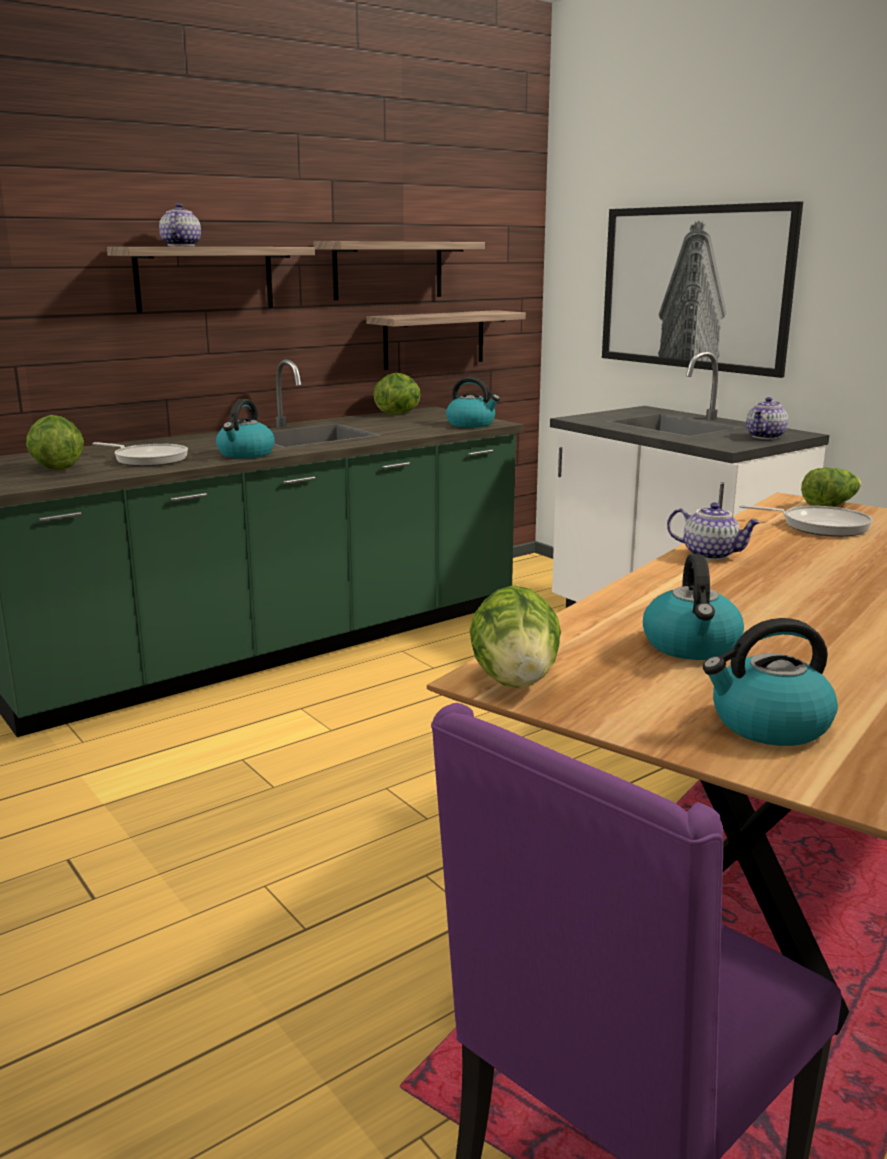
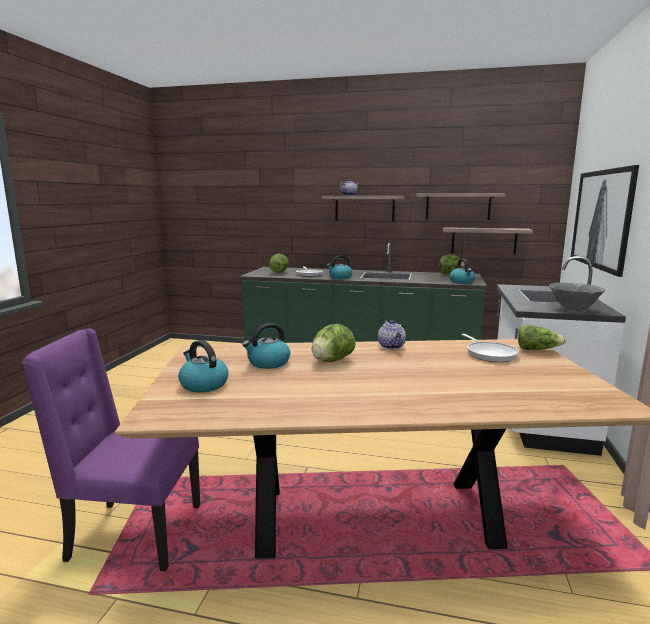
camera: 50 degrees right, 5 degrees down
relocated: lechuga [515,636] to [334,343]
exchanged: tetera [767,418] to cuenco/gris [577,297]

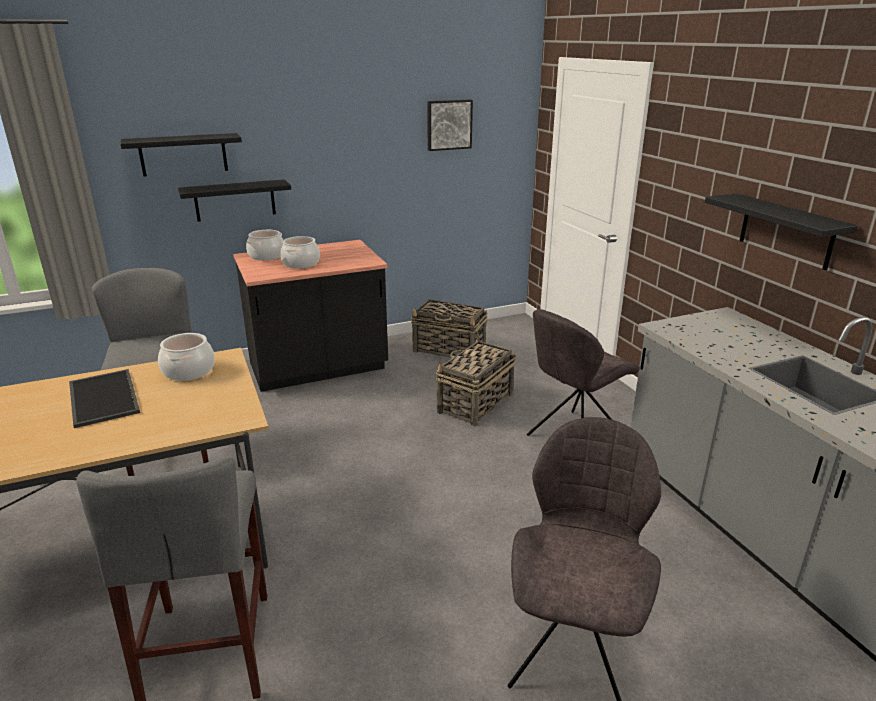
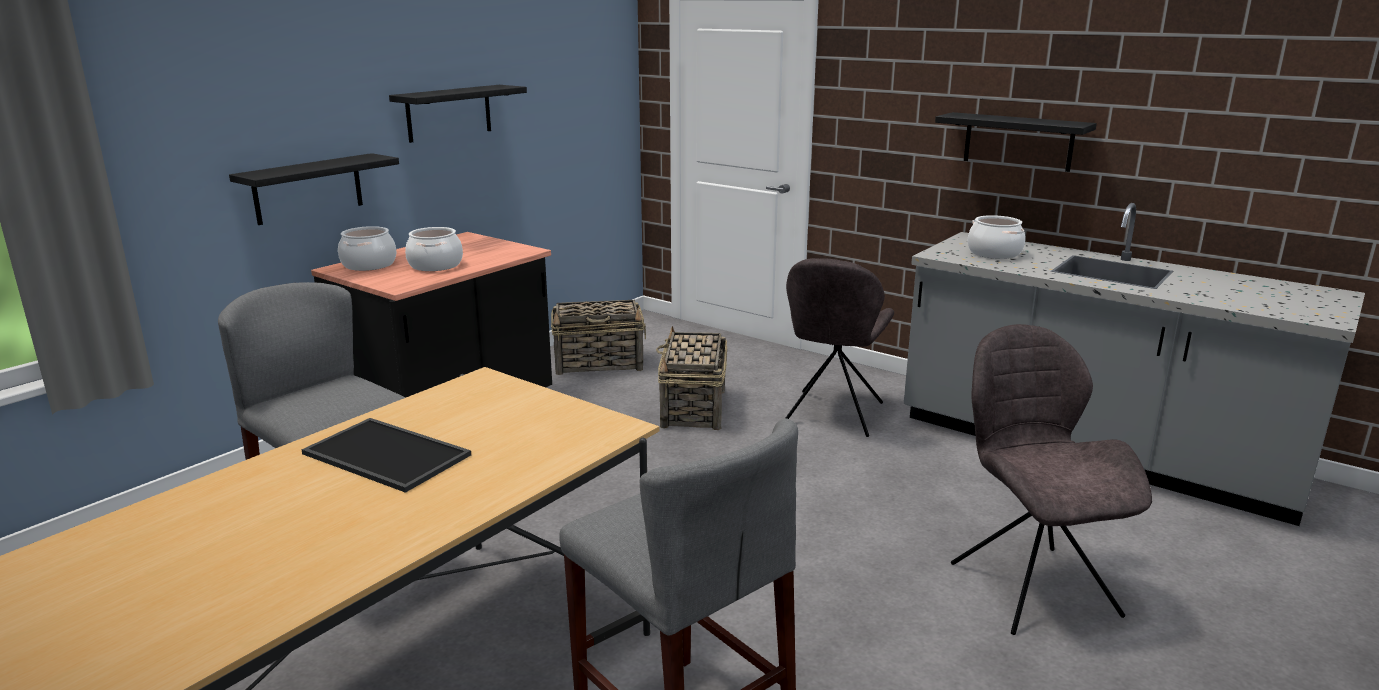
camera: 30 degrees left, 5 degrees down
missing: cuadro [450,125]
relocated: estante/negro [181,155] to [458,114]; olla [186,357] to [996,237]

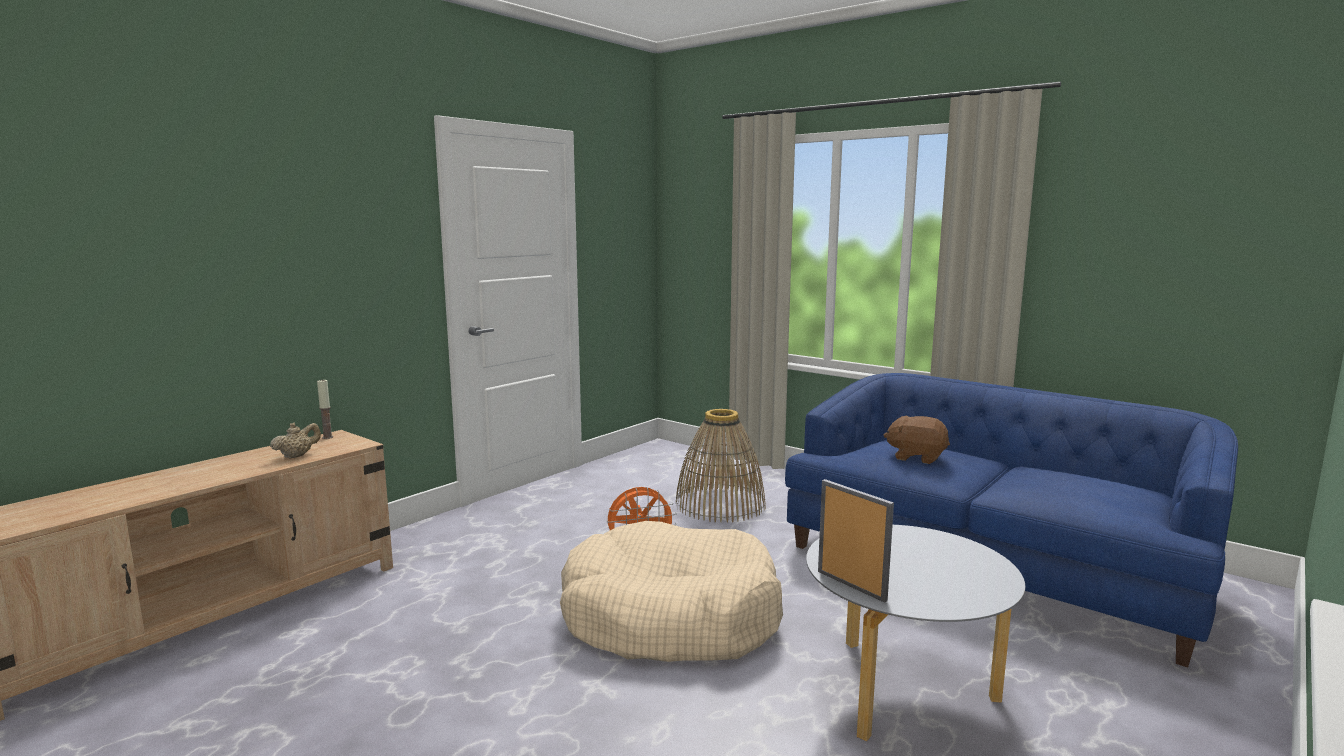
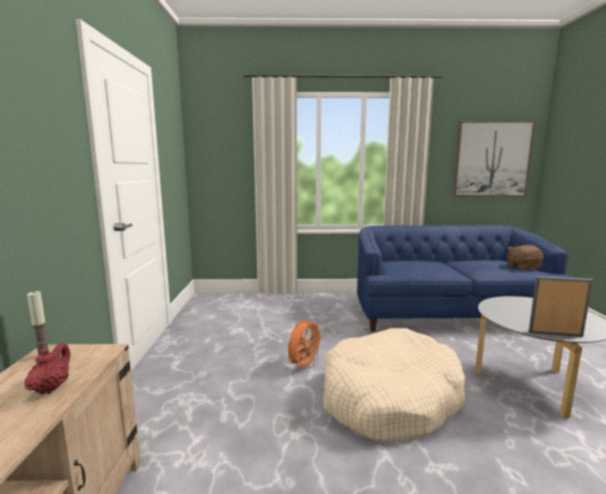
camera: 40 degrees left, 0 degrees up
missing: cesta [720,466]
appeared: cuadro [494,159]
relocated: peluche/marrón [917,440] to [525,258]
colour: tetera/beis [295,441] to tetera/rojo [47,368]

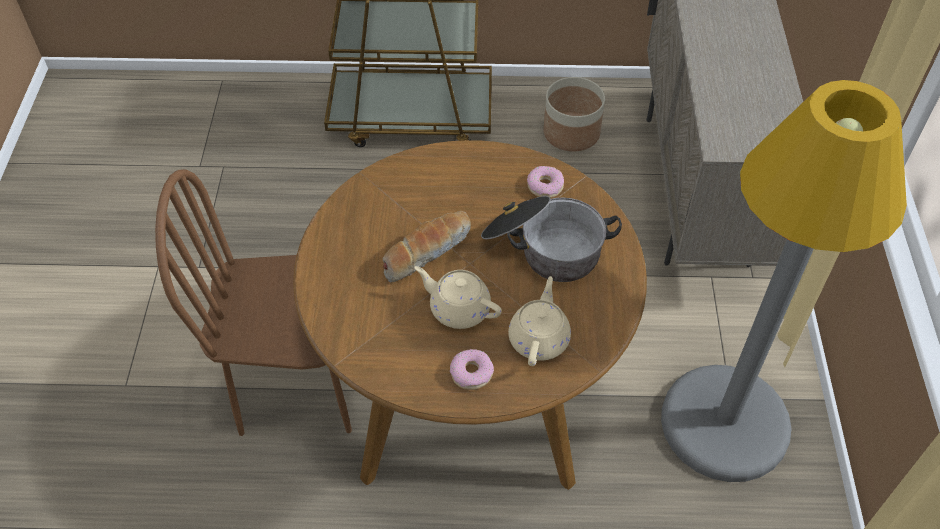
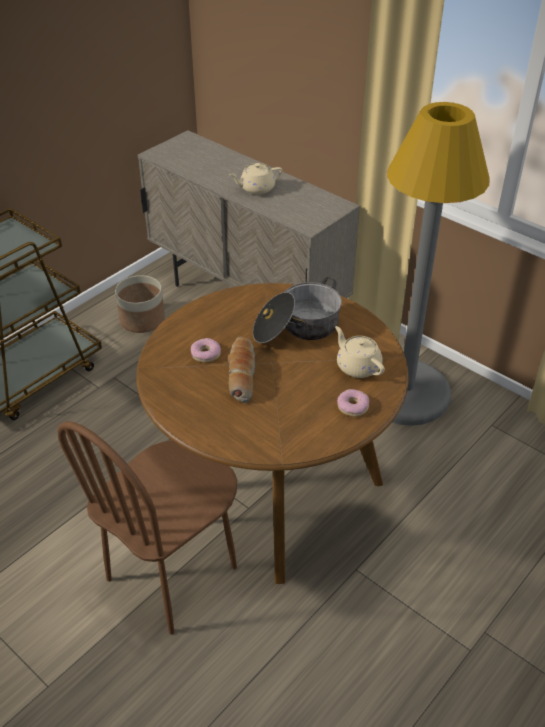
camera: 50 degrees left, 10 degrees down
relocated: tetera/beis [458,297] to [256,179]; rosquilla [545,182] to [206,350]

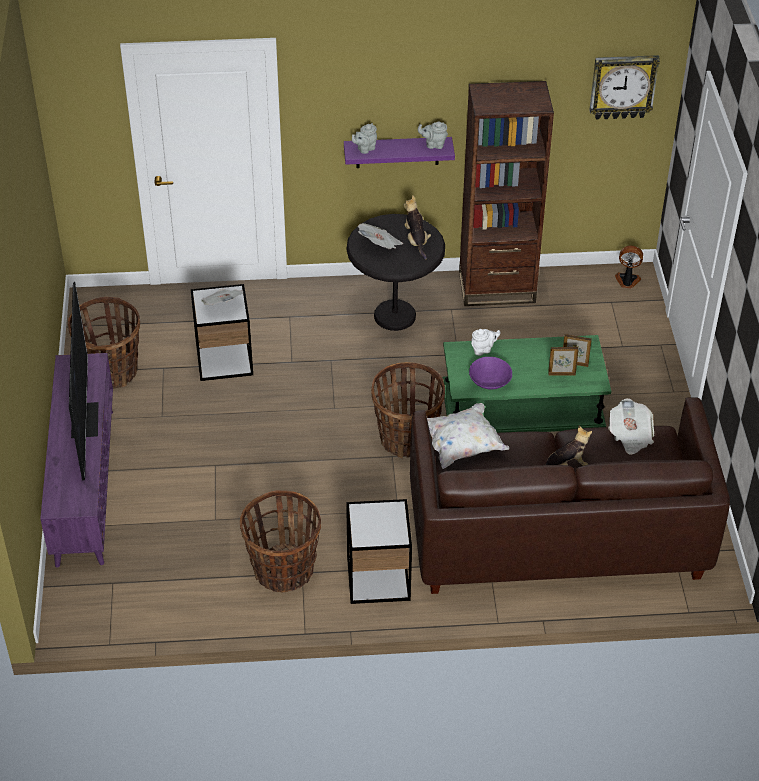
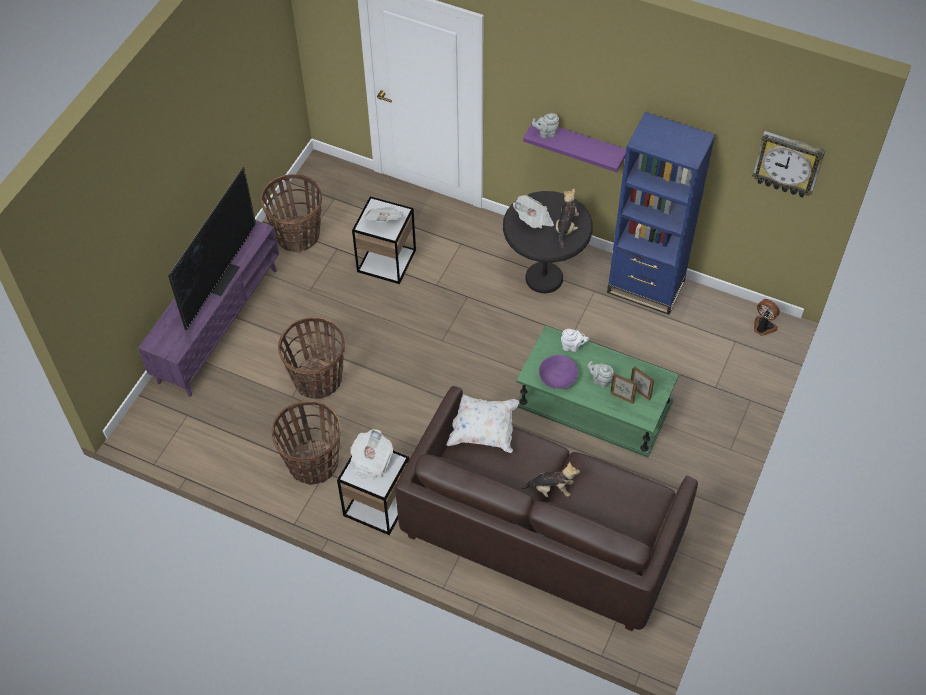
camera: 30 degrees right, 10 degrees up
relocated: cesta [408,410] to [311,358]; tetera/gris [433,135] to [600,374]; periódico [631,426] to [371,454]
colour: estantería/marrón [506,193] to estantería/azul [661,213]

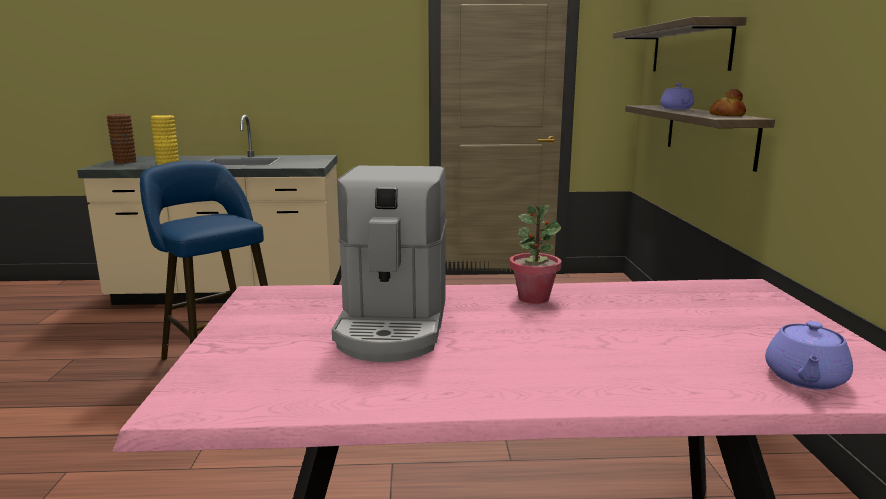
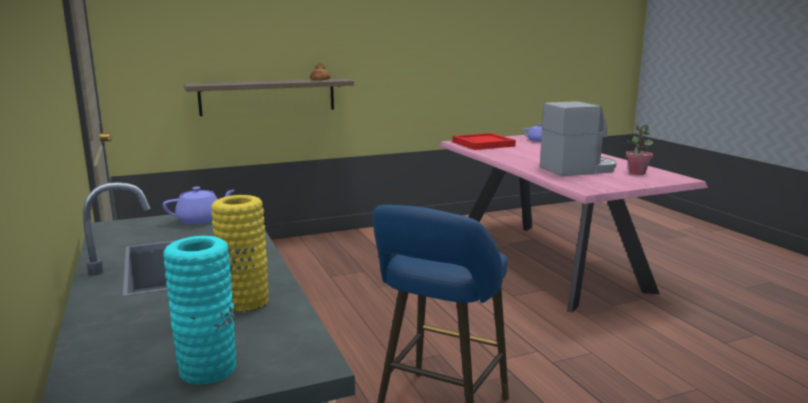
camera: 110 degrees left, 0 degrees up
missing: estante [680,44]
appeared: bandeja/rojo [484,141]
relocated: planta en maceta [536,254] to [639,150]; tetera/morado [677,96] to [199,205]
colour: florero/marrón [121,139] to florero/turquesa [199,310]

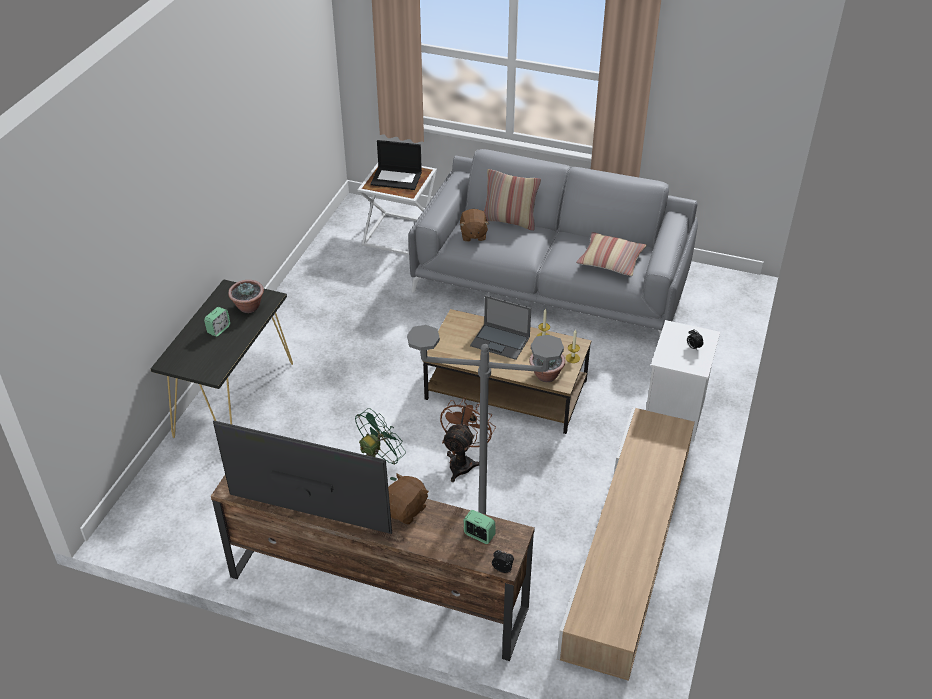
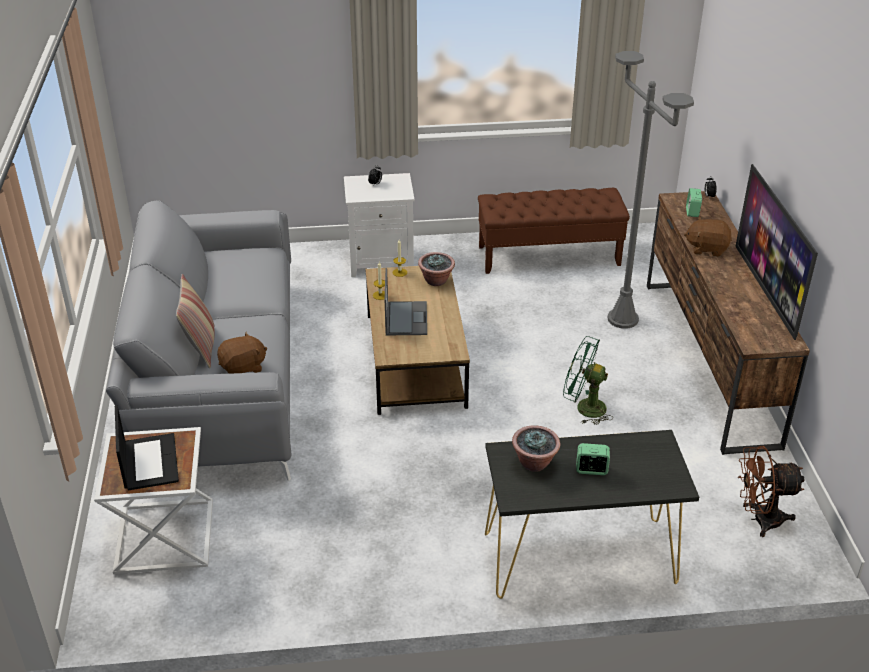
camera: 115 degrees left, 5 degrees down
missing: cojín [611,254]
relocated: ventilador/marrón [468,440] to [771,491]
exchanged: mueble de televisión/beis [626,544] to banco/marrón [554,231]

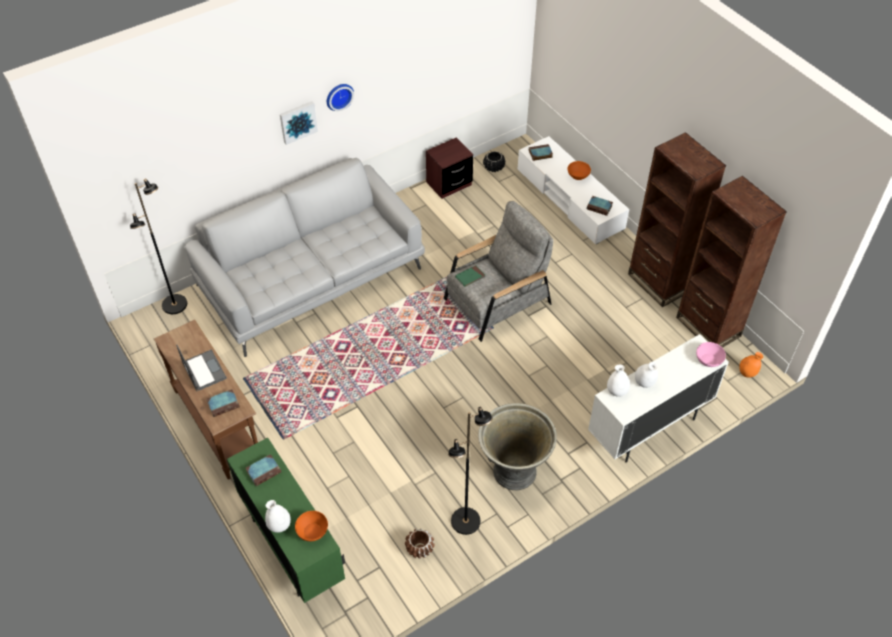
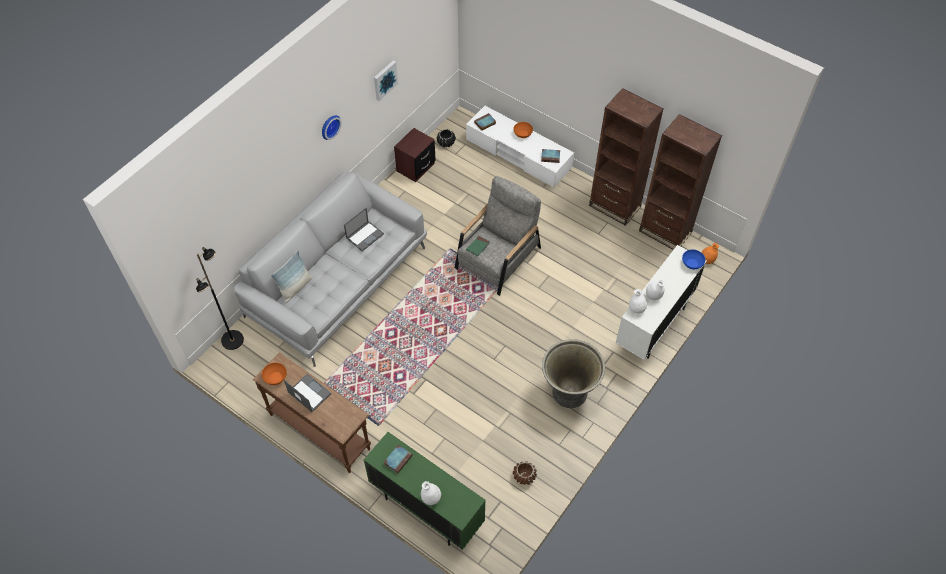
camera: 20 degrees left, 5 degrees up
missing: libro [223,403]; lámpara de pie/negro [470,471]
appeared: cojín [292,277]; portátil [364,229]
relocated: cuadro [299,123] to [386,80]; cuenco/naranja [311,526] to [274,373]
colour: cuenco/rosa [711,354] to cuenco/azul [693,259]

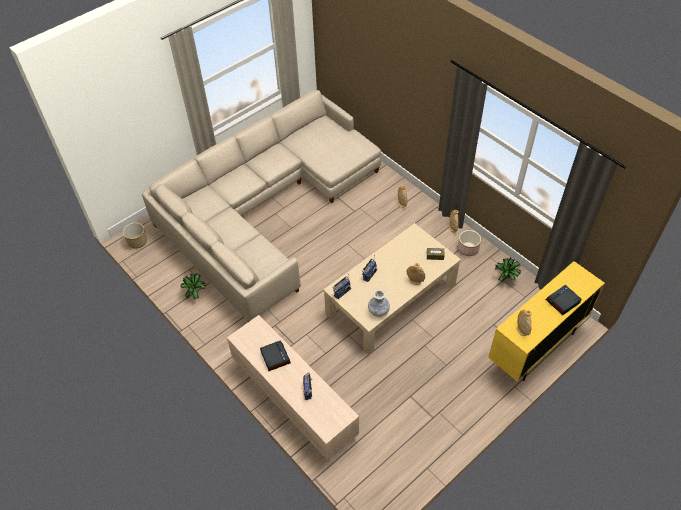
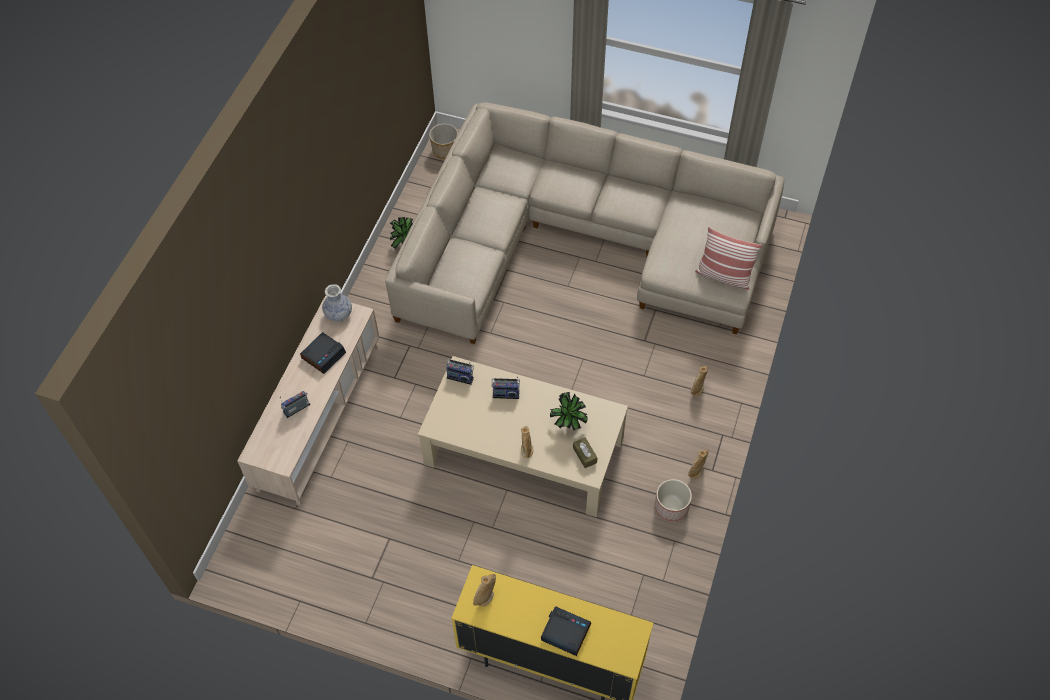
camera: 60 degrees right, 5 degrees up
appeared: cojín [728,258]
relocated: florero [379,303] to [337,303]; planta en maceta [508,270] to [569,411]

